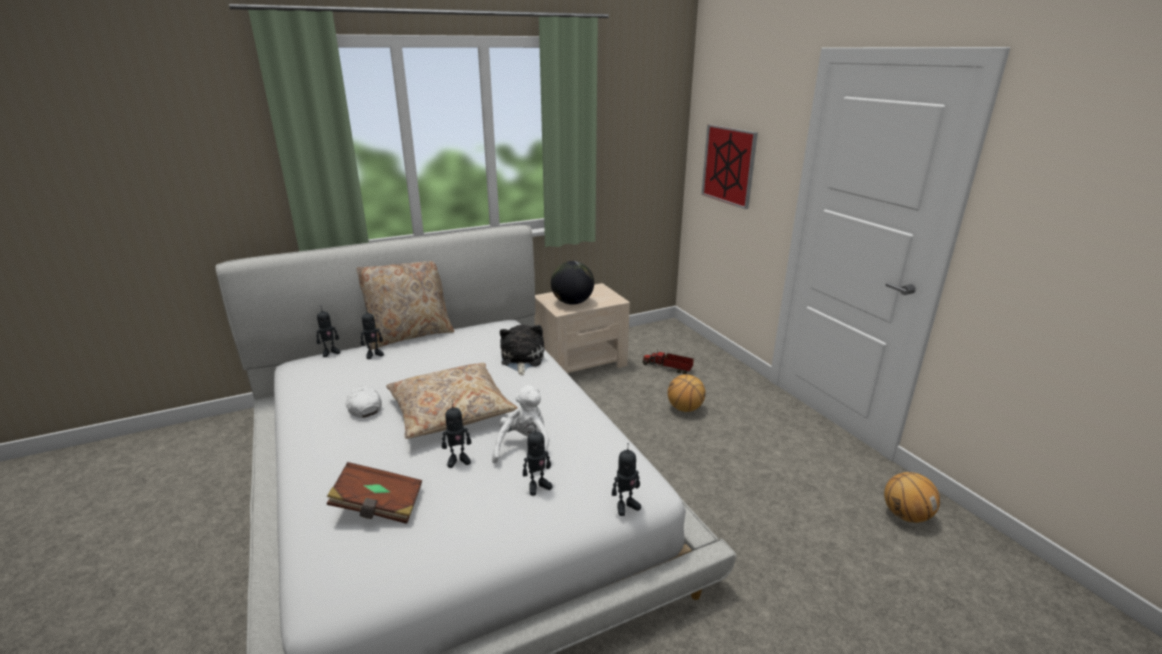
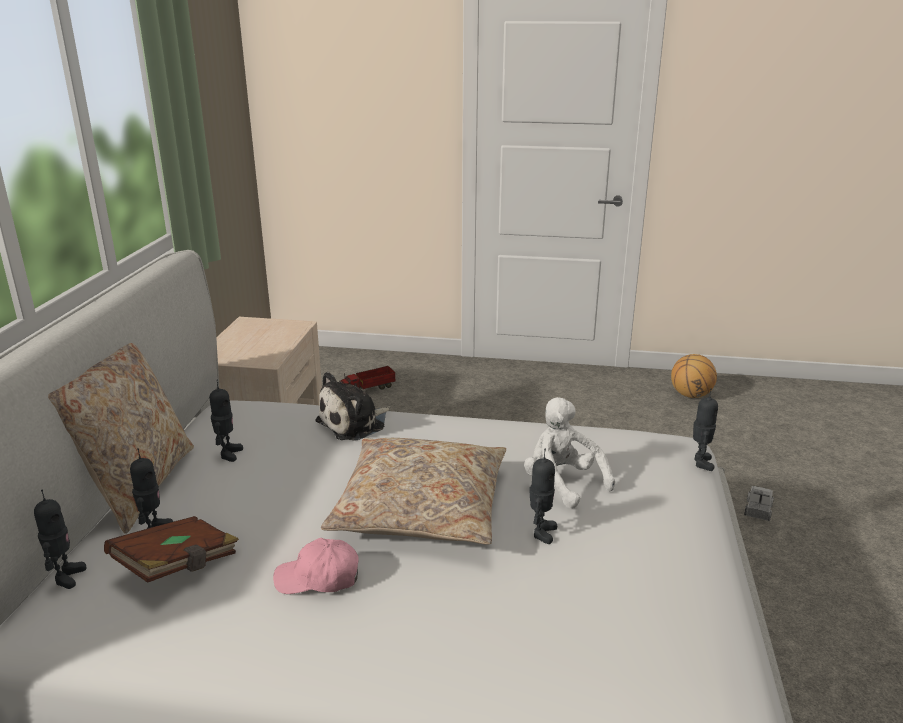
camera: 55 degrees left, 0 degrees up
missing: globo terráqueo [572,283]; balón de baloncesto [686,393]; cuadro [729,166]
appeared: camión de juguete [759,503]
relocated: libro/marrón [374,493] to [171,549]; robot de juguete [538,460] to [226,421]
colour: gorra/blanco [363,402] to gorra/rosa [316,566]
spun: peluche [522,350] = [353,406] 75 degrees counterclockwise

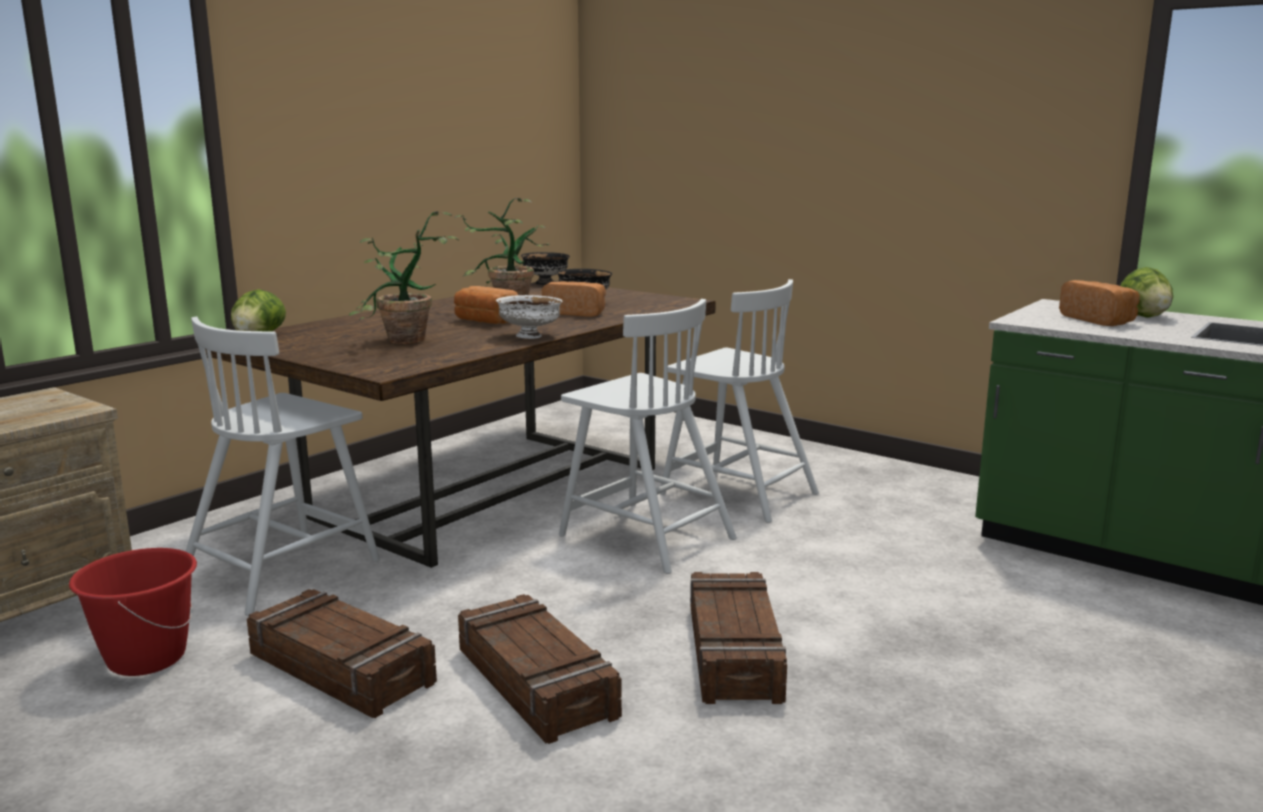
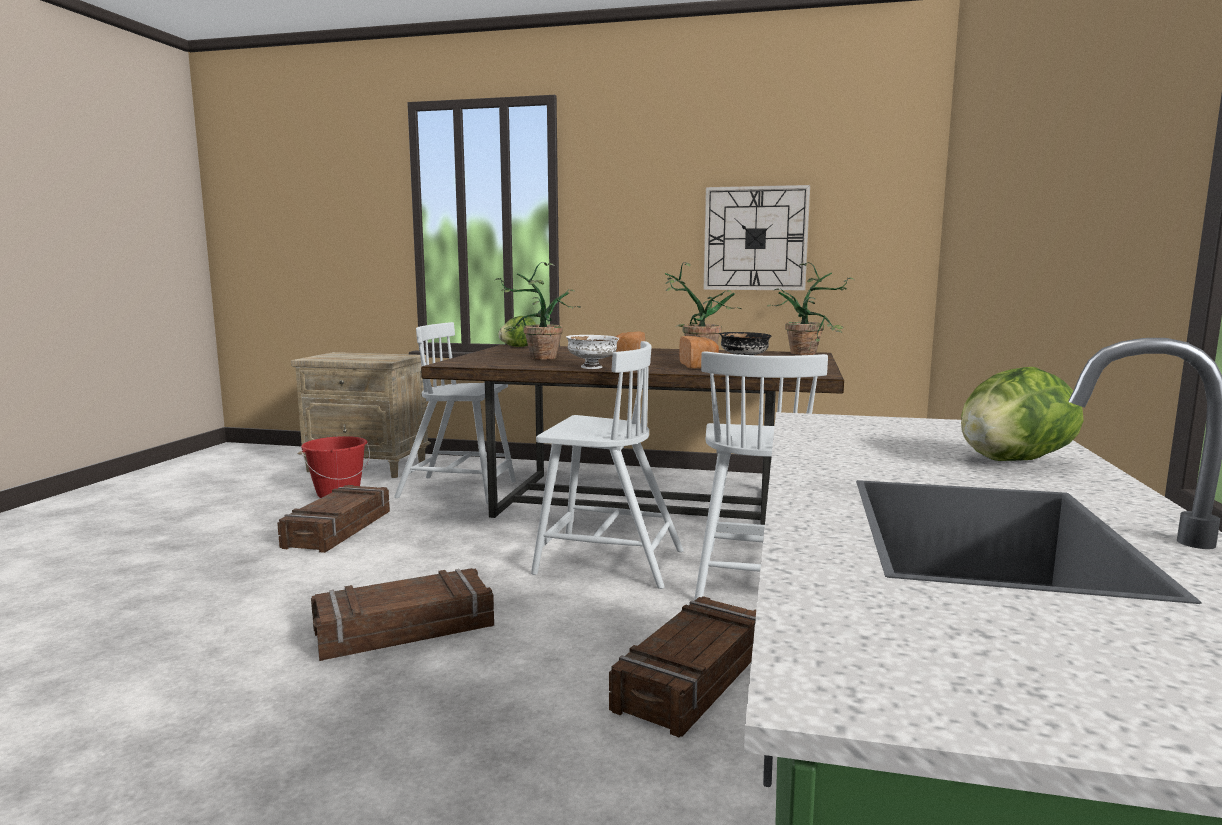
camera: 65 degrees right, 5 degrees down
missing: pan [1099,303]
appeared: reloj de pared [757,237]
relocated: caja de embalaje [540,669] to [682,666]
exchanged: cuenco/negro [545,268] to planta en maceta [810,308]
spun: silla/blanco [648,436] = [607,465] 90 degrees counterclockwise

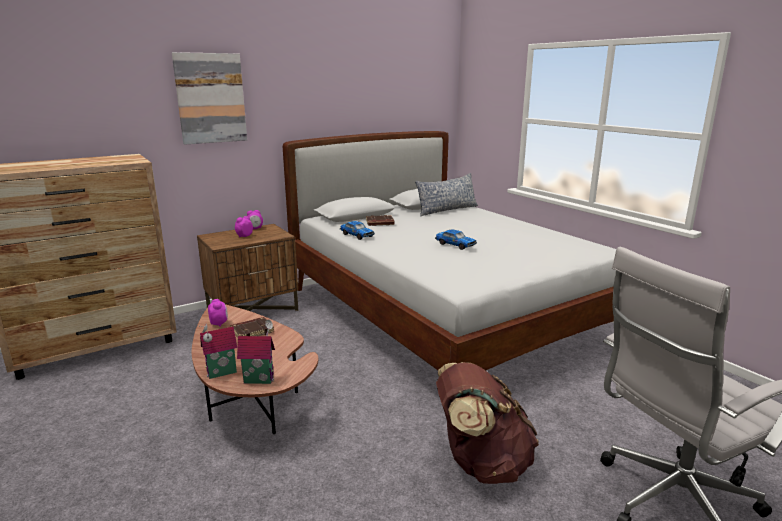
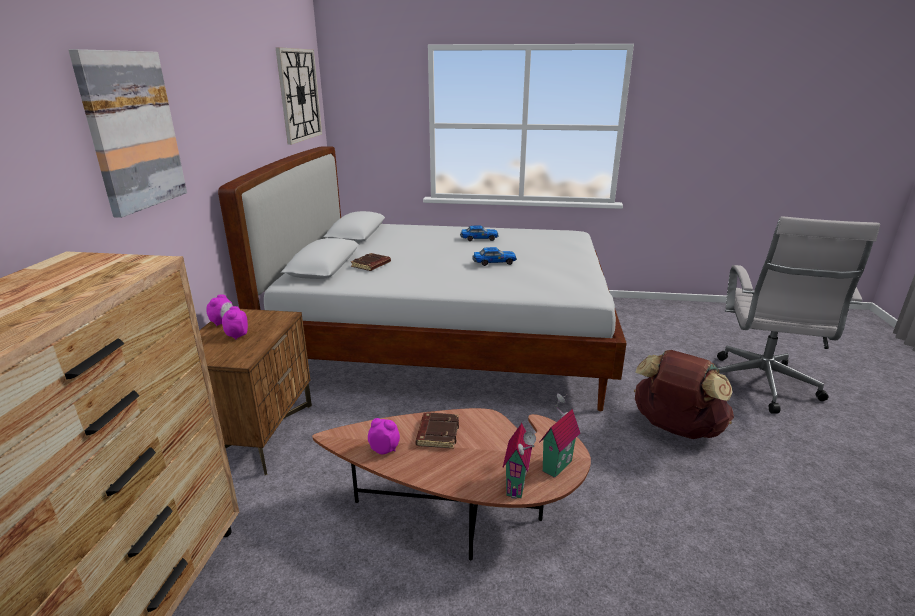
camera: 50 degrees left, 5 degrees up
missing: cojín [446,194]
appeared: reloj de pared [298,96]
relocated: coche de juguete [357,230] to [479,233]

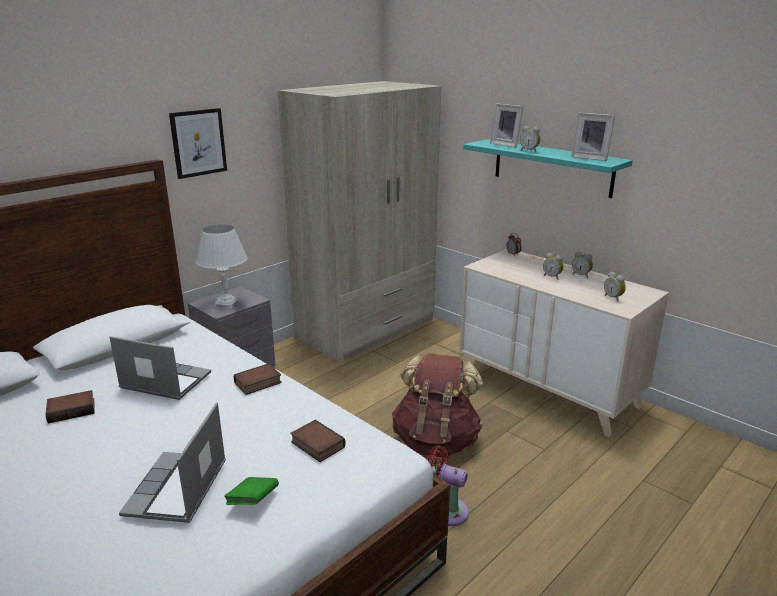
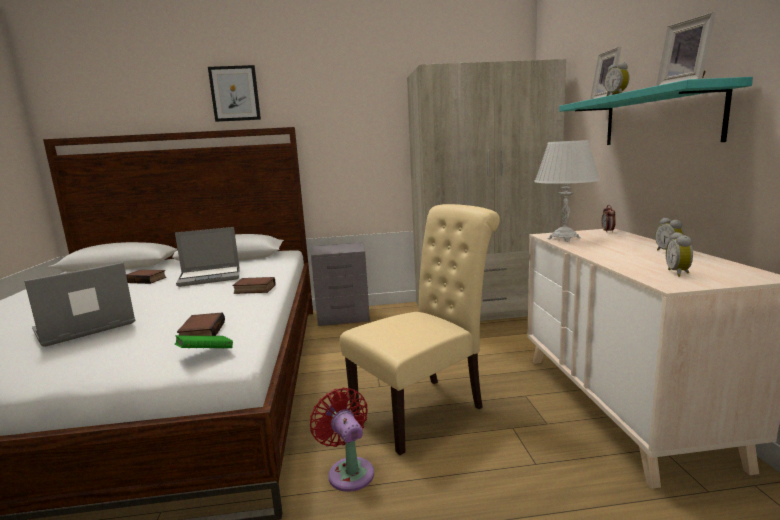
camera: 40 degrees right, 10 degrees down
missing: despertador [553,266]
relocated: cuadro [198,143] to [234,93]; lámpara de mesa/blanco [222,266] to [567,191]; libro/verde [251,491] to [204,341]
exchanged: mochila/marrón [437,405] to silla/beis [420,329]
spun: portátil [160,368] = [207,257] 105 degrees clockwise

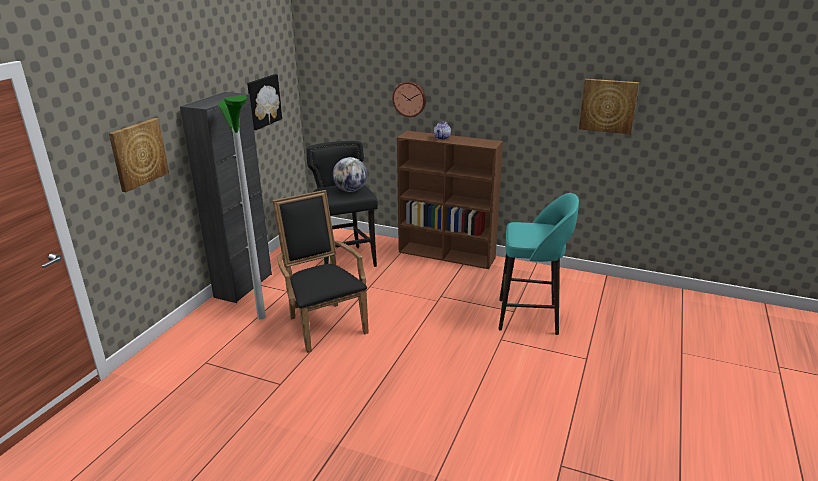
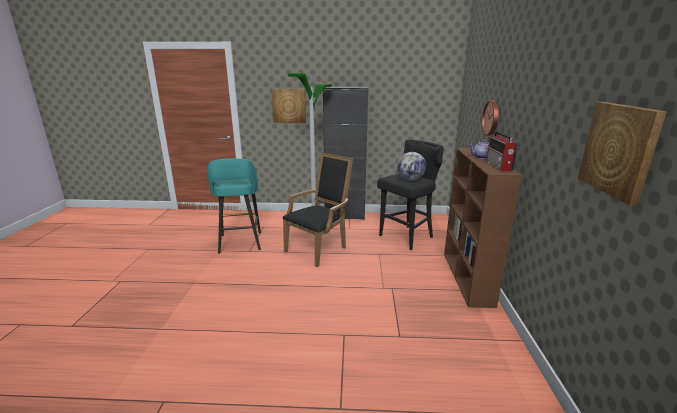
camera: 70 degrees right, 5 degrees down
missing: cuadro [264,102]
appeared: radio [502,151]
relocated: taburete/turquesa [538,264] to [234,206]

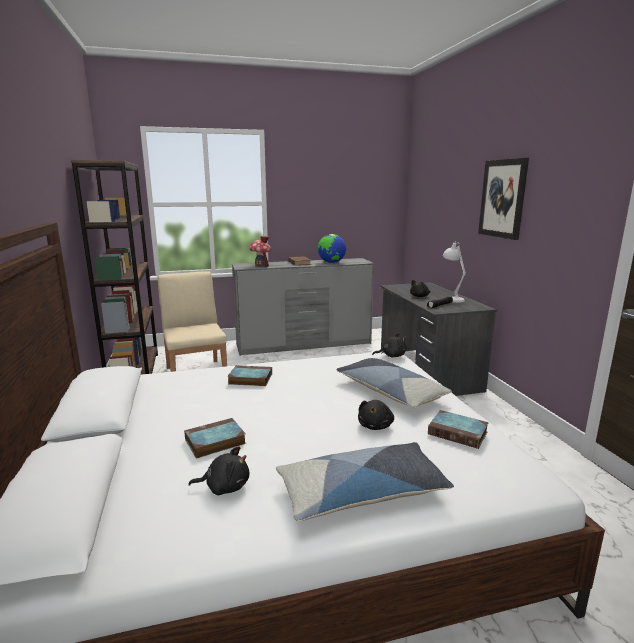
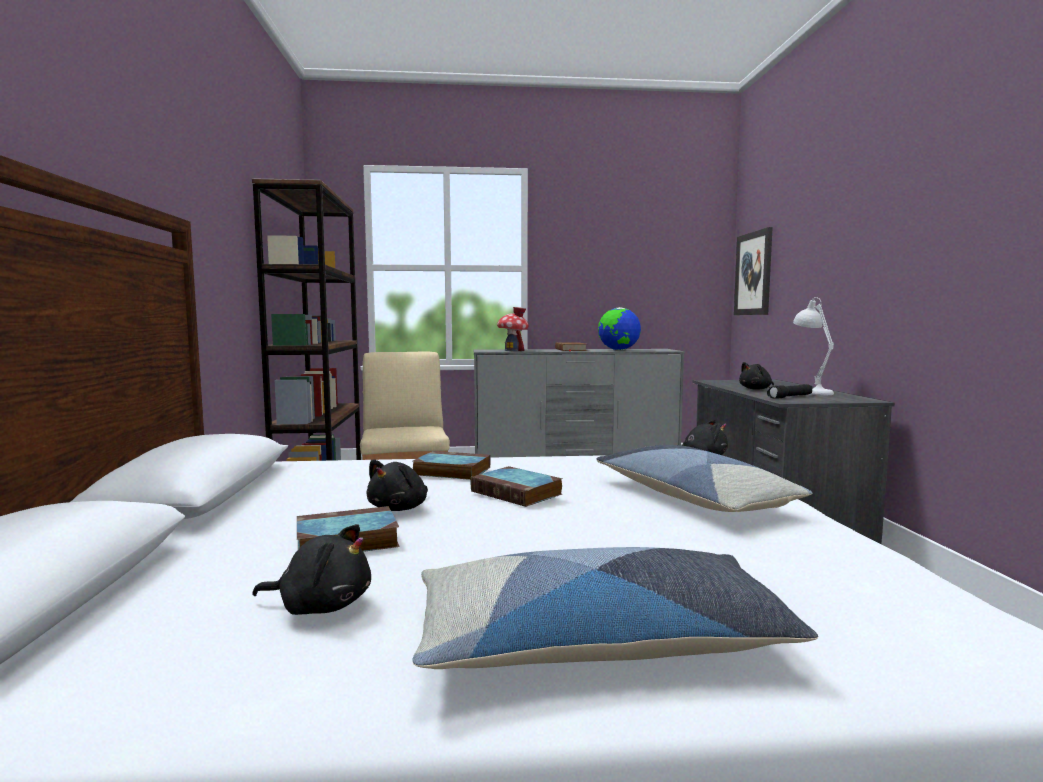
camera: 10 degrees right, 10 degrees down
relocated: peluche/negro [376,415] to [397,485]; libro [458,429] to [516,486]; cuadro [503,199] to [753,271]

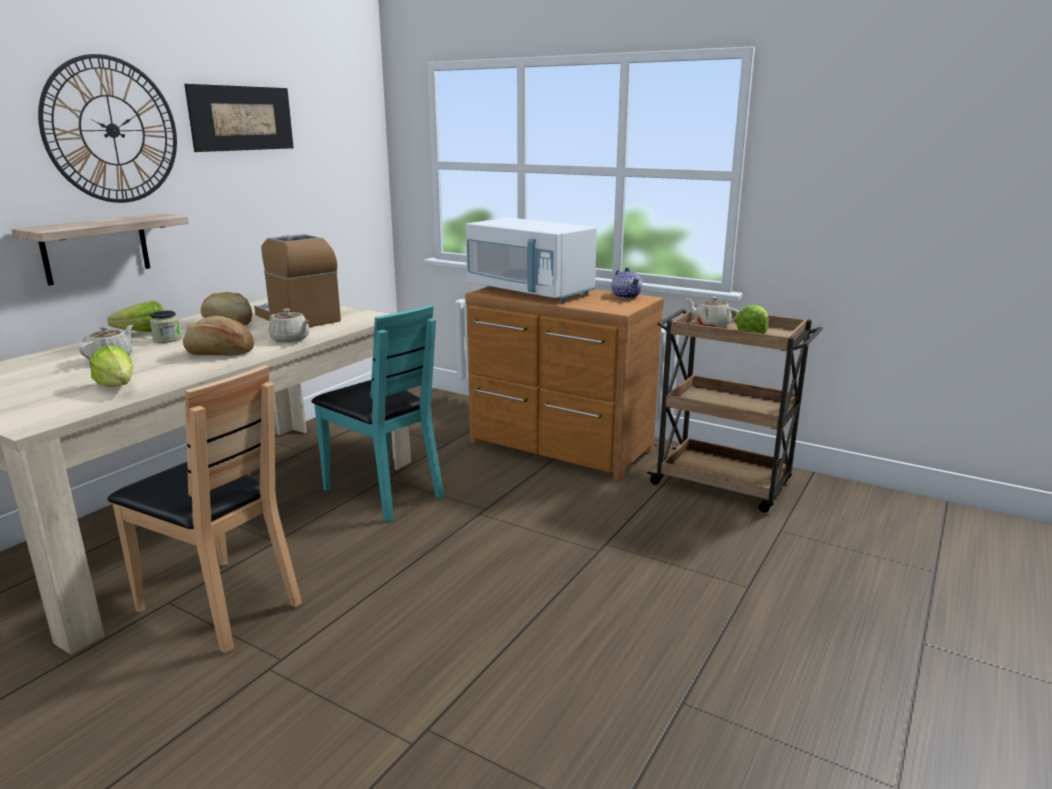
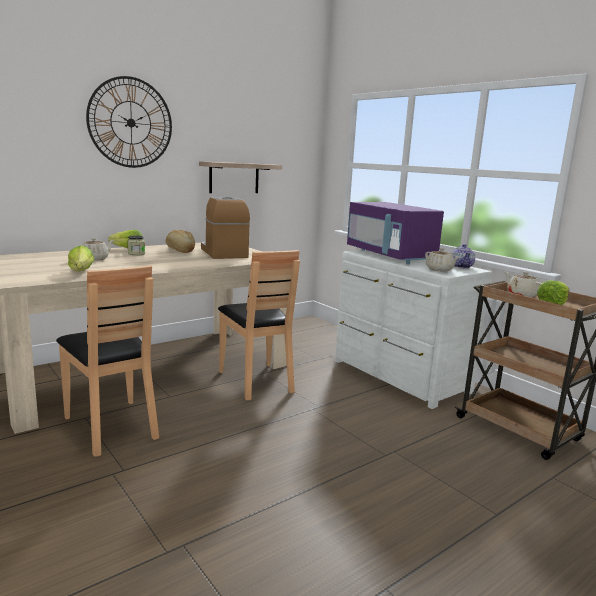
camera: 20 degrees right, 5 degrees down
missing: pan [218,336]; cuadro [239,118]
relocated: estante [100,249] to [240,177]; tetera/beis [289,326] to [442,259]
colour: silla/turquesa [377,413] to silla/marrón [259,325]; cómoda/marrón [564,383] to cómoda/blanco [413,329]; microondas/blanco [531,259] to microondas/morado [395,233]

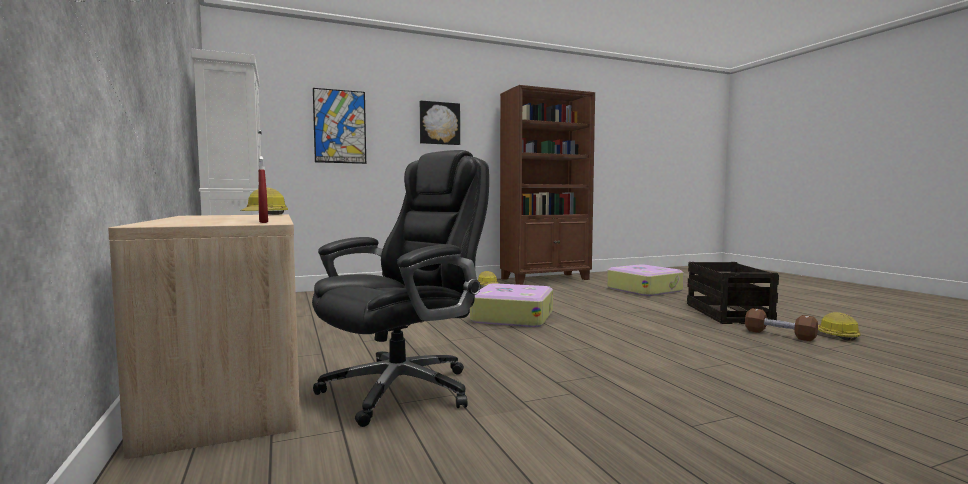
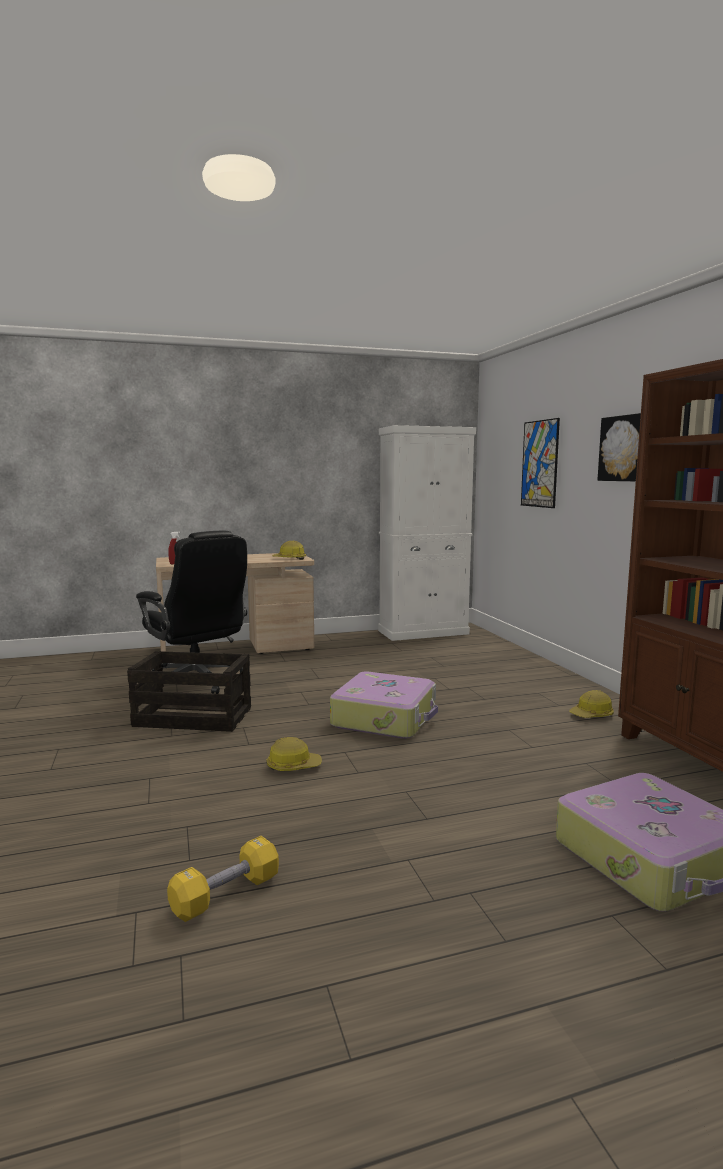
camera: 95 degrees right, 5 degrees up
relocated: caja de embalaje [733,293] to [189,691]; casco [839,326] to [294,754]
colour: mancuerna/marrón [781,324] to mancuerna/amarillo [223,879]

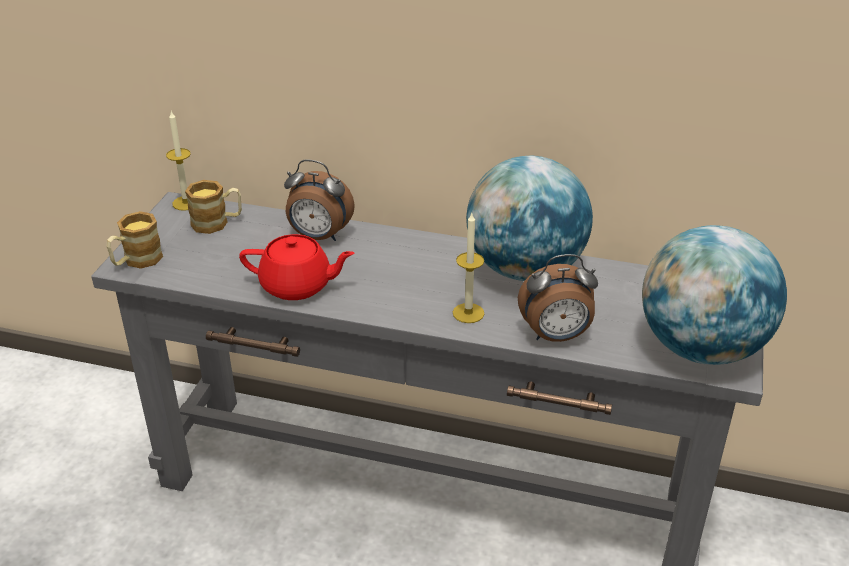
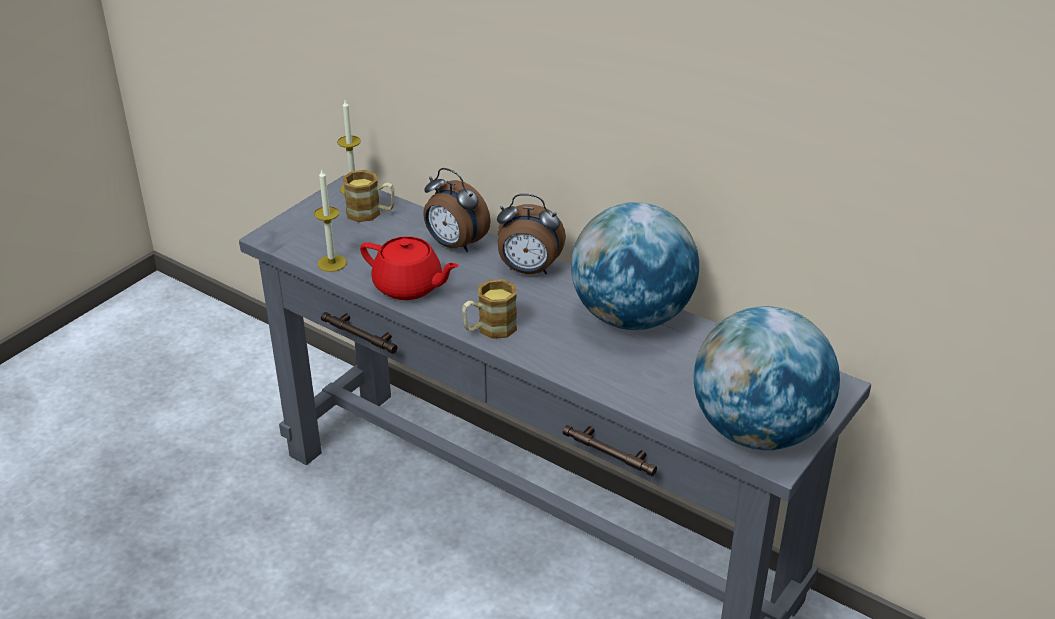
camera: 20 degrees right, 0 degrees up
relocated: taza grande [134,240] to [489,309]; vela [468,268] to [330,220]; despertador [558,298] to [531,234]

